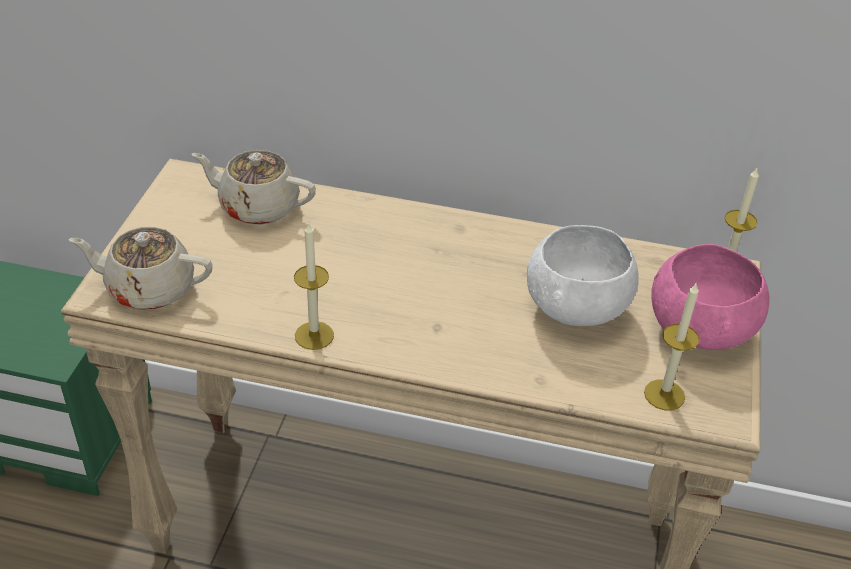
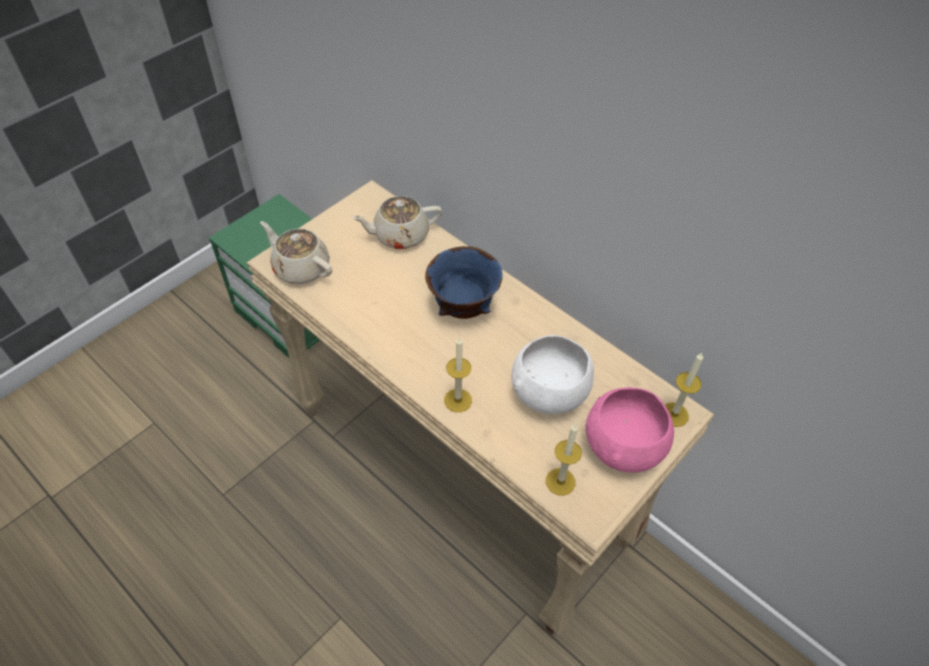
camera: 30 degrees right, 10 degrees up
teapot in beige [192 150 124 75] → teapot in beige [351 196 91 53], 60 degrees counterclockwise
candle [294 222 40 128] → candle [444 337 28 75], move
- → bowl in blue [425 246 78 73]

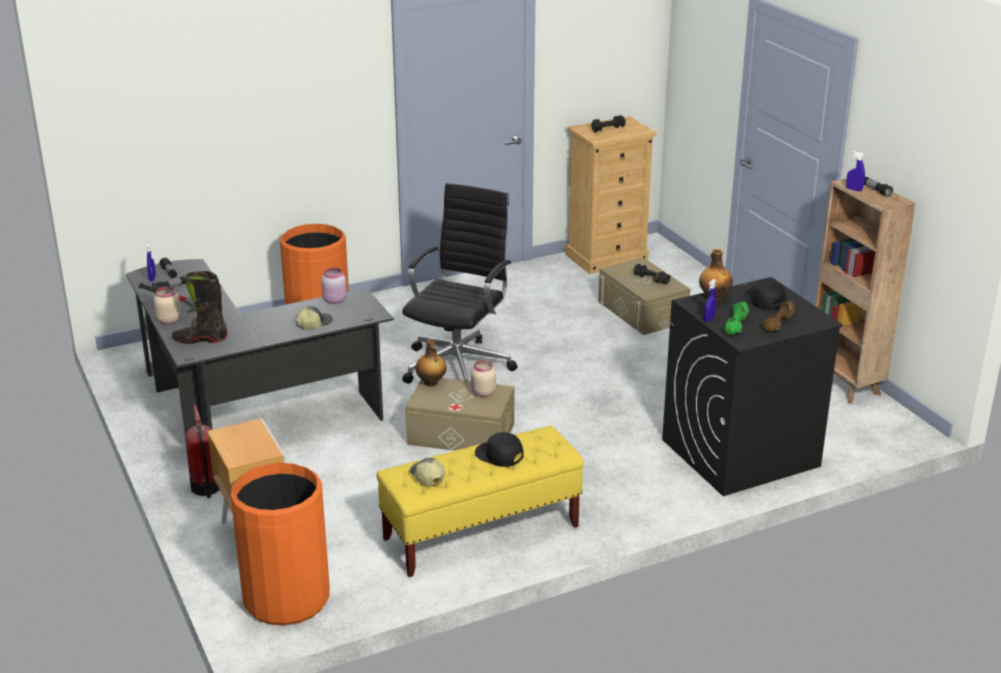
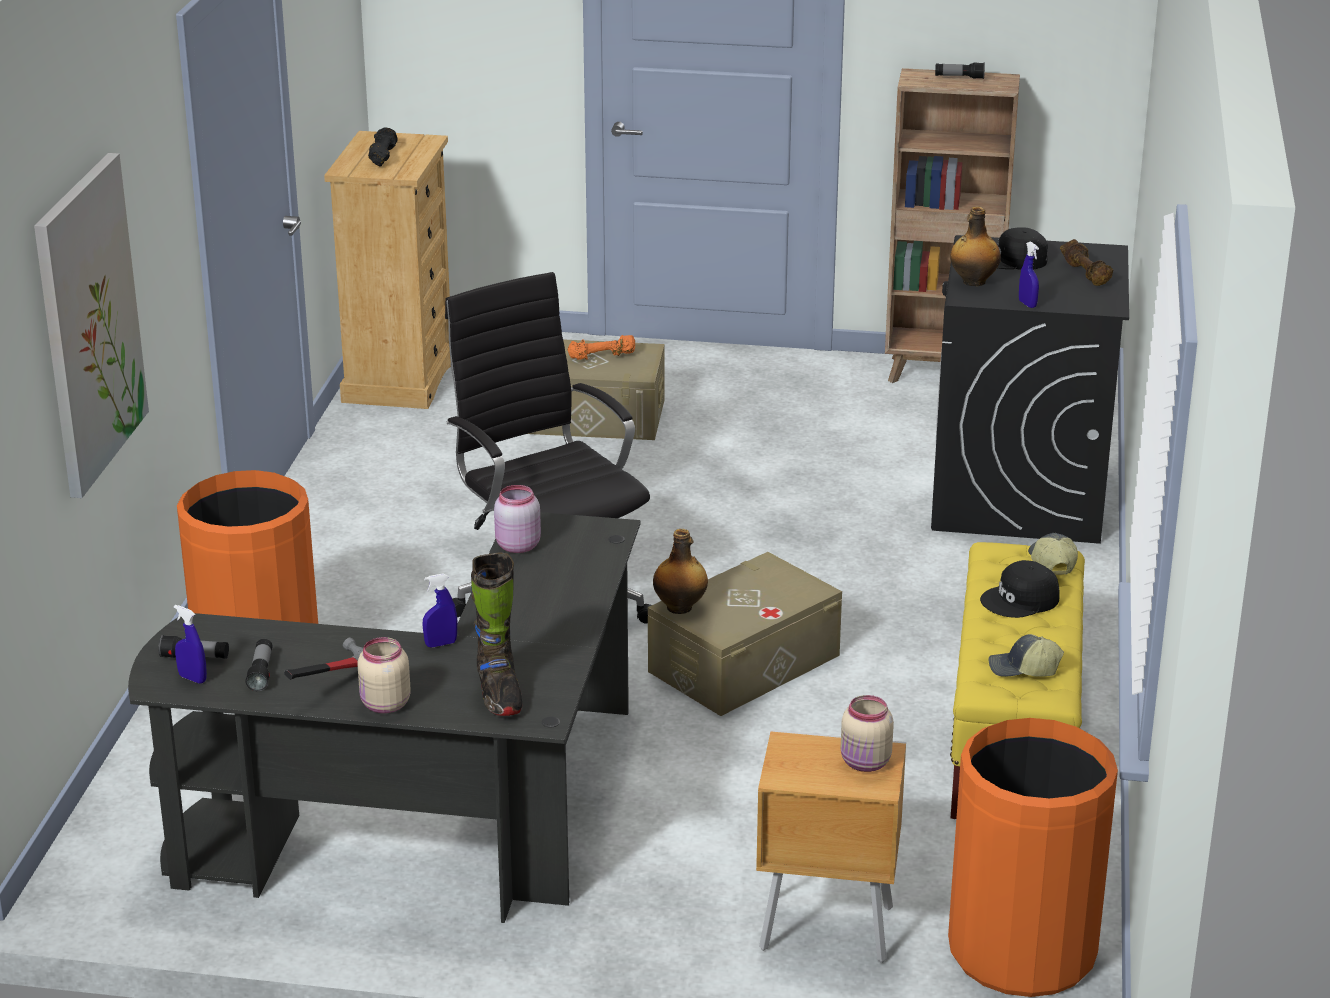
camera: 55 degrees left, 0 degrees up
spray bottle in blue [846 151 19 41] → spray bottle in blue [423 573 34 74], move
dumbbell in black [634 264 37 20] → dumbbell in orange [567 335 68 25]
boot in black [172 271 55 73] → boot in black [471 552 52 164], 45 degrees counterclockwise
dumbbell in green [724 301 25 34] → -
cap [295 306 38 24] → cap [1028 533 50 42], move
jar in beige [471 360 25 37] → jar in beige [841 695 53 77], move
fire extinguisher [185 404 35 94] → -
- → picture [34 153 115 345]

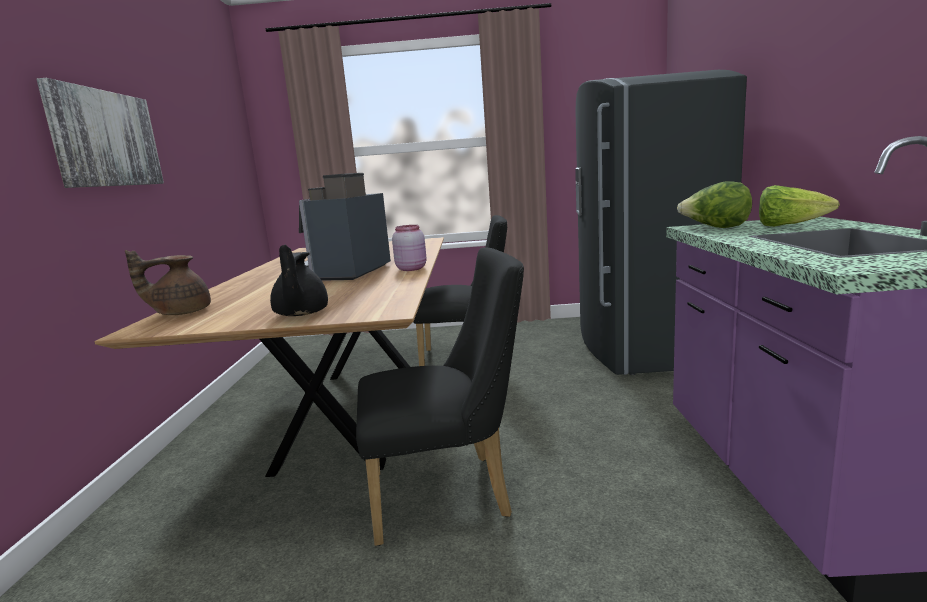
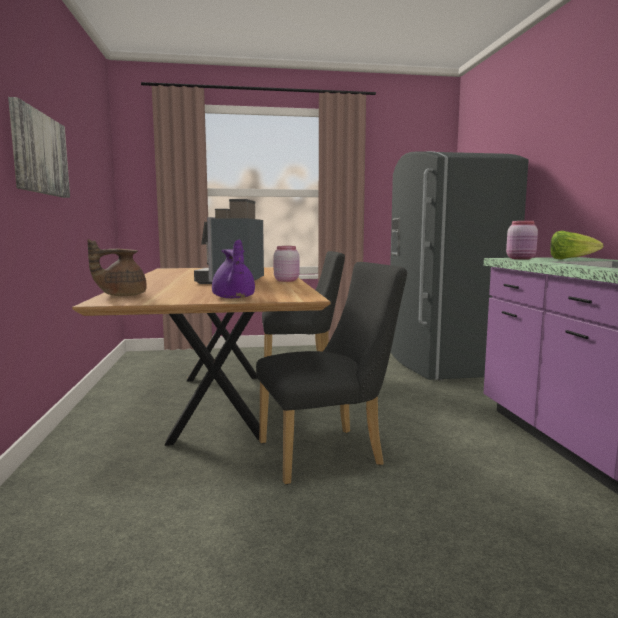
camera: 10 degrees left, 5 degrees down
lettuce [677 182 75 46] → jar in pink [506 221 32 38]
teapot in black [270 245 58 71] → teapot in purple [212 240 43 58]

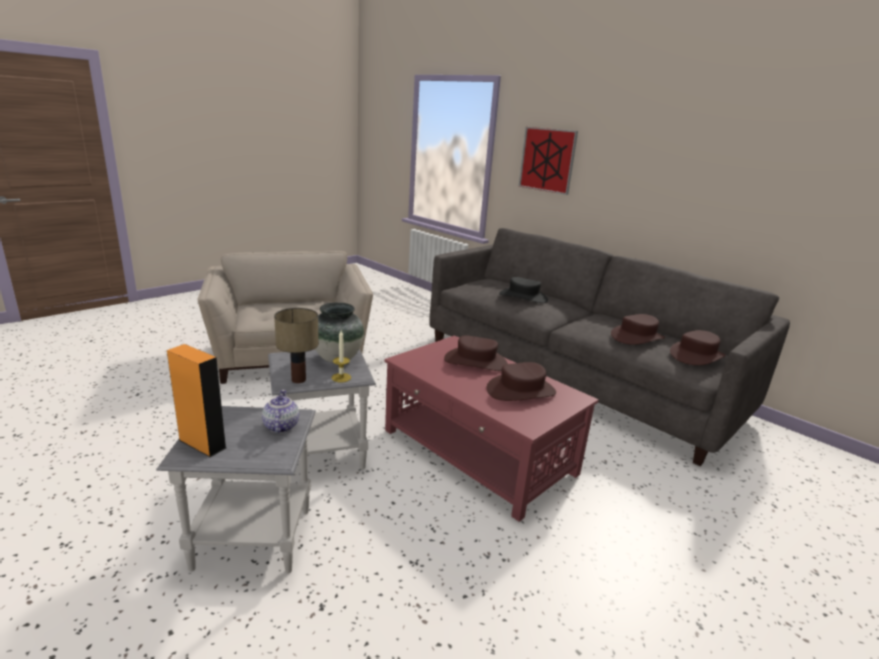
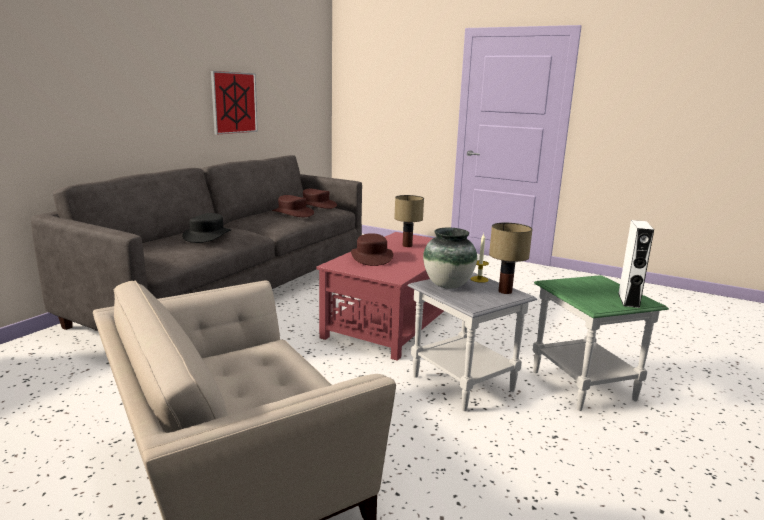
camera: 105 degrees left, 5 degrees down
picture [519 127 59 68] → picture [211 71 47 64], move
speaker in orange [167 344 59 113] → speaker in white [618 220 36 88]
hat in brown [487 362 69 39] → table lamp [394 195 30 52]
teapot [262 390 37 43] → -
side table in grey [156 406 160 167] → side table in green [533 275 136 136]

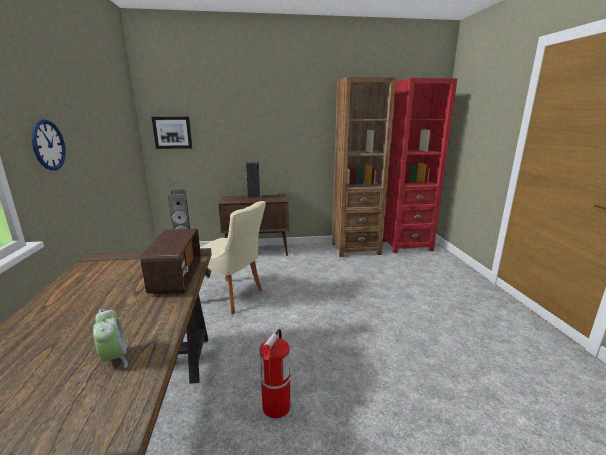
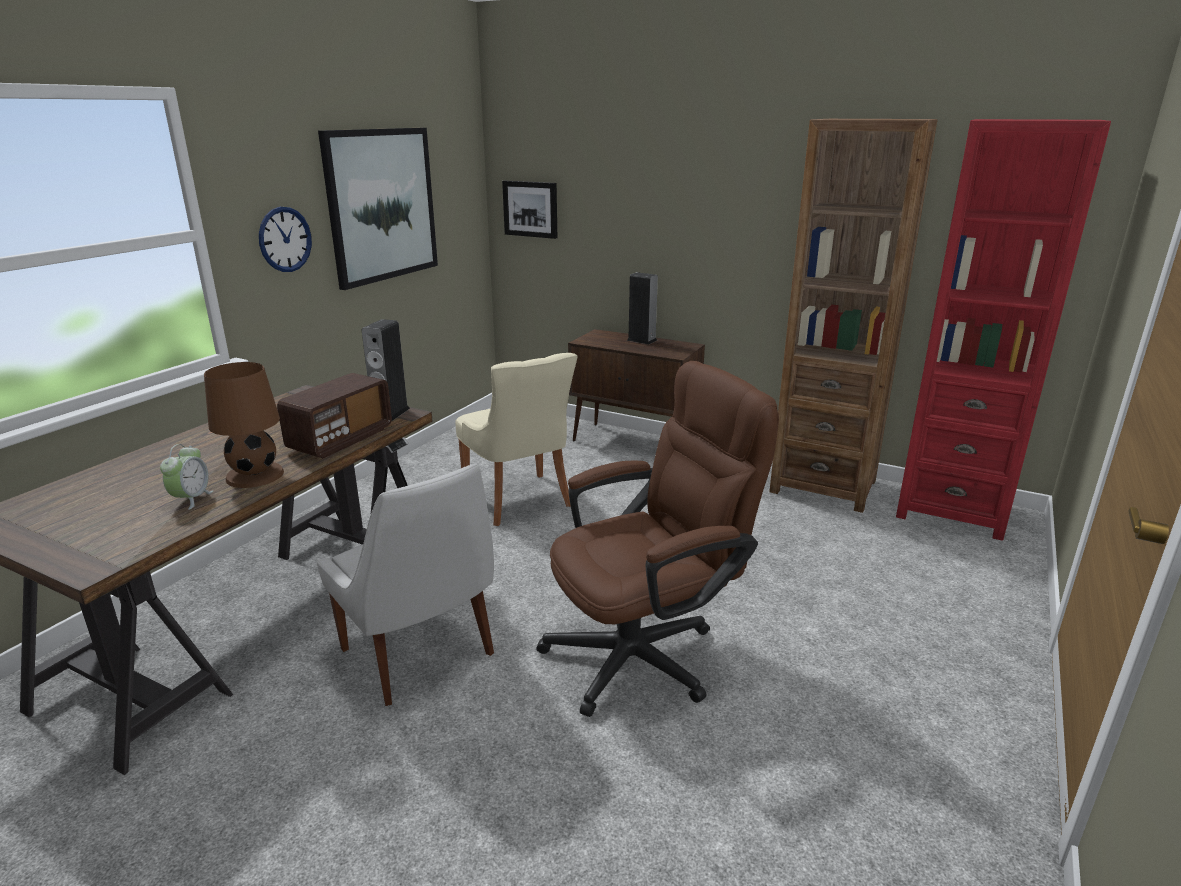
camera: 35 degrees right, 5 degrees up
fire extinguisher [260 329 30 89] → chair in white [317 464 177 242]
- → picture [318 128 120 162]
- → office chair in brown [536 361 243 356]
- → table lamp in brown [204 362 80 126]

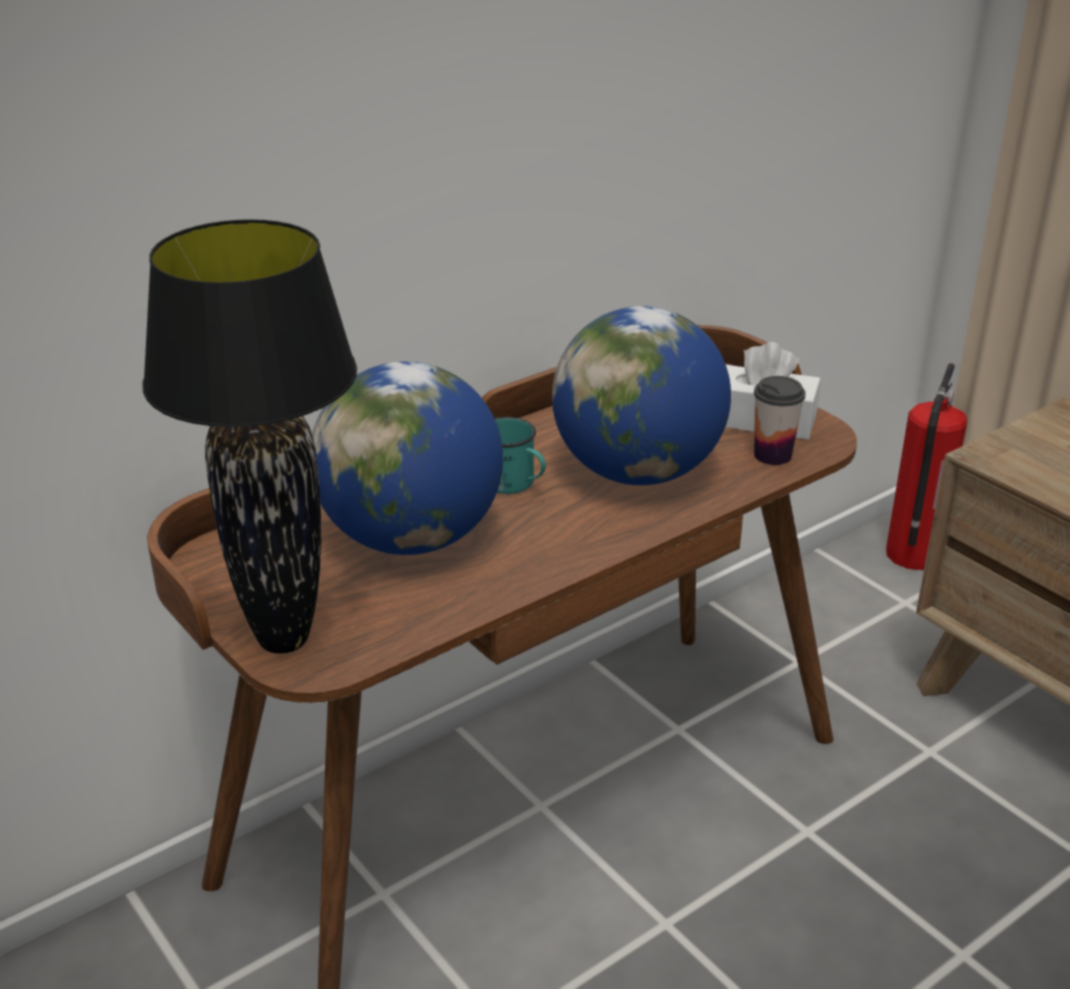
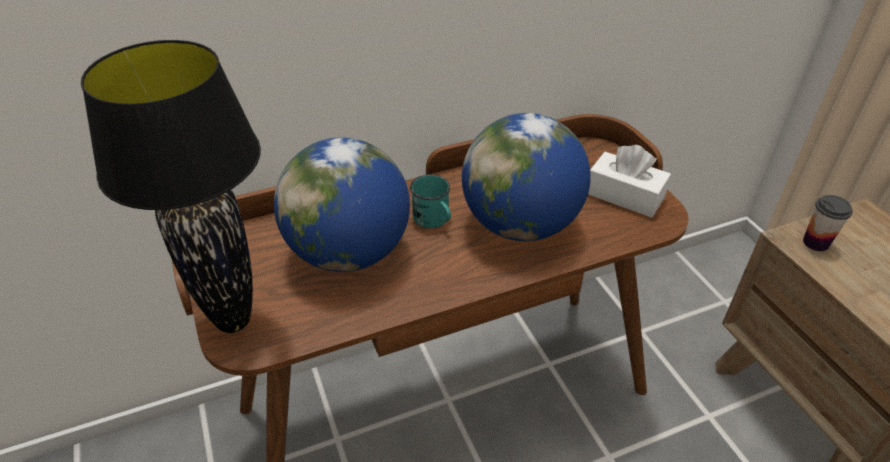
camera: 15 degrees right, 10 degrees up
fire extinguisher [886 363 81 207] → -
cup [754 376 52 89] → cup [803 195 50 56], move

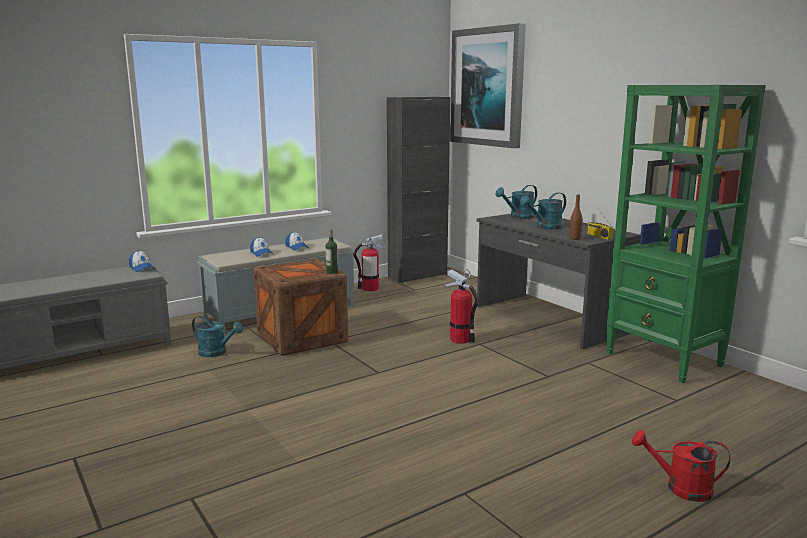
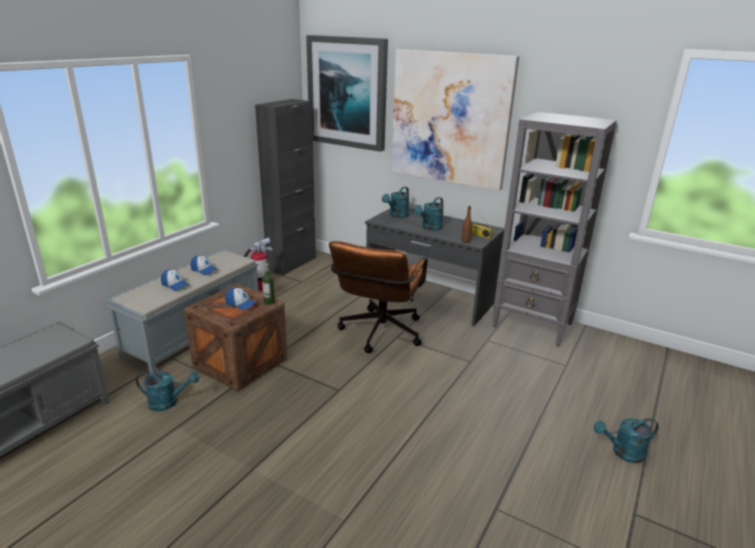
camera: 25 degrees left, 10 degrees up
bookcase in green [606 85 160 298] → bookcase in grey [492 112 125 235]
cap [129 250 26 22] → cap [225 288 32 22], move
fire extinguisher [445 269 34 75] → office chair in brown [329 241 99 112]
watering can in red [632 430 98 72] → watering can in turquoise [594 418 65 45]
- → picture [391 49 128 142]

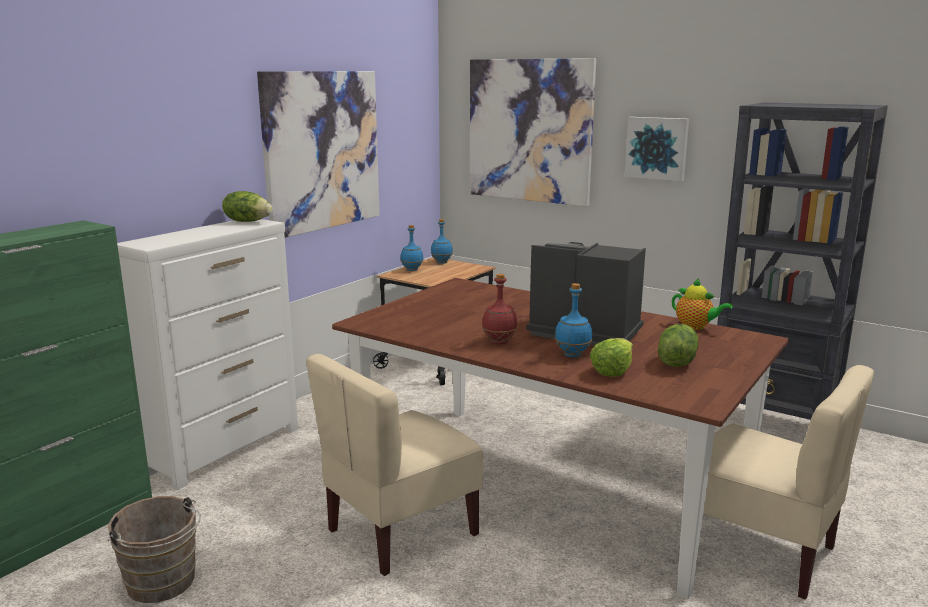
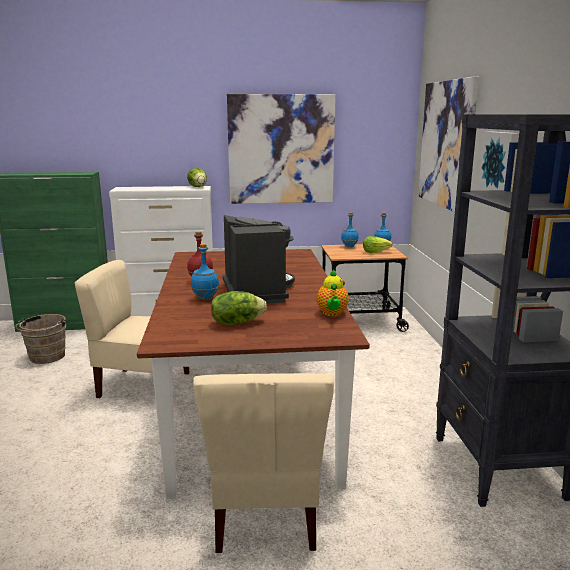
camera: 50 degrees right, 0 degrees up
lettuce [590 338 43 39] → lettuce [363 236 30 17], move

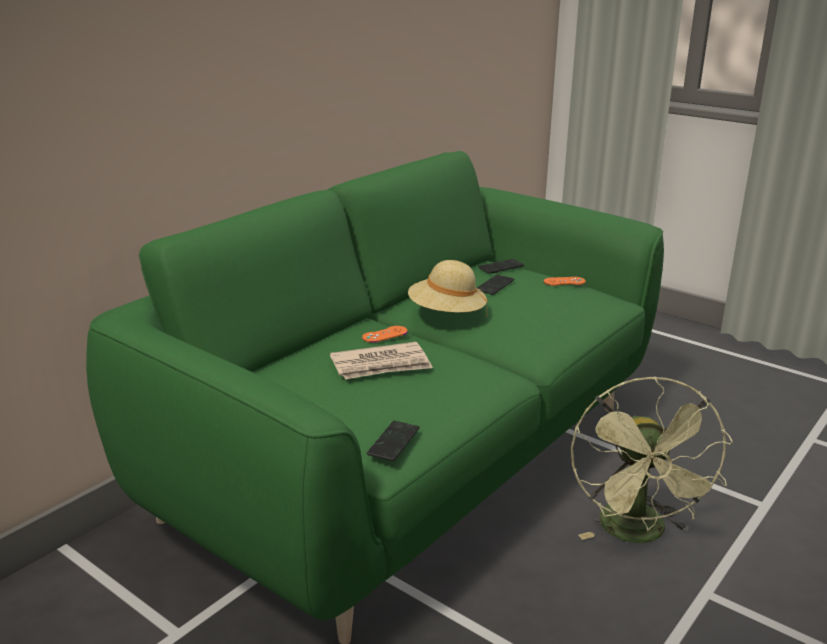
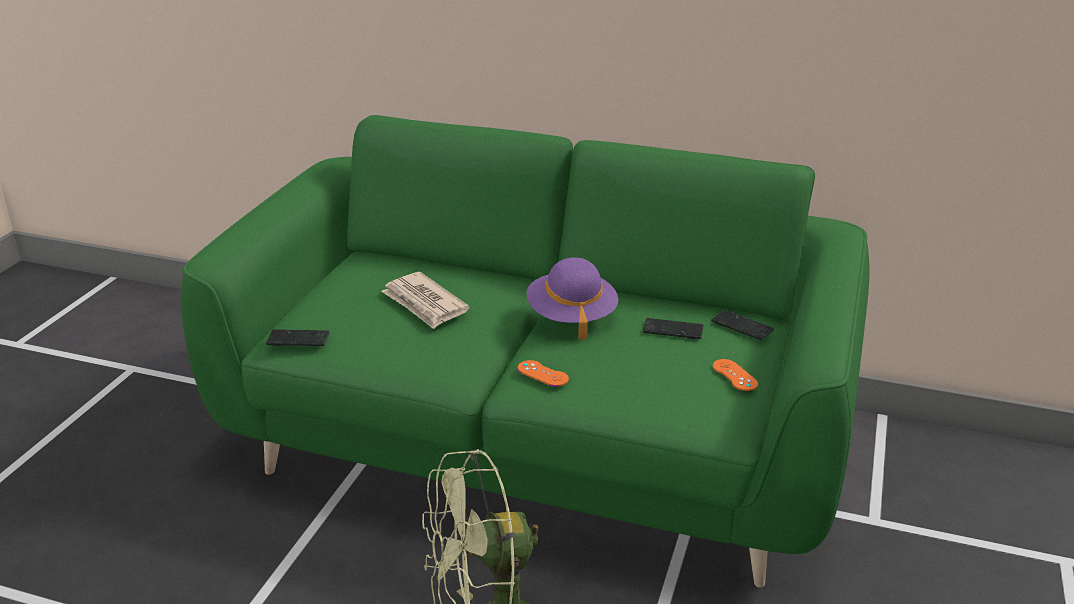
camera: 70 degrees right, 5 degrees up
hat in beige [408 260 80 57] → hat in purple [527 257 91 83]
game controller in orange [362 326 45 17] → game controller in orange [518 360 51 27], move

